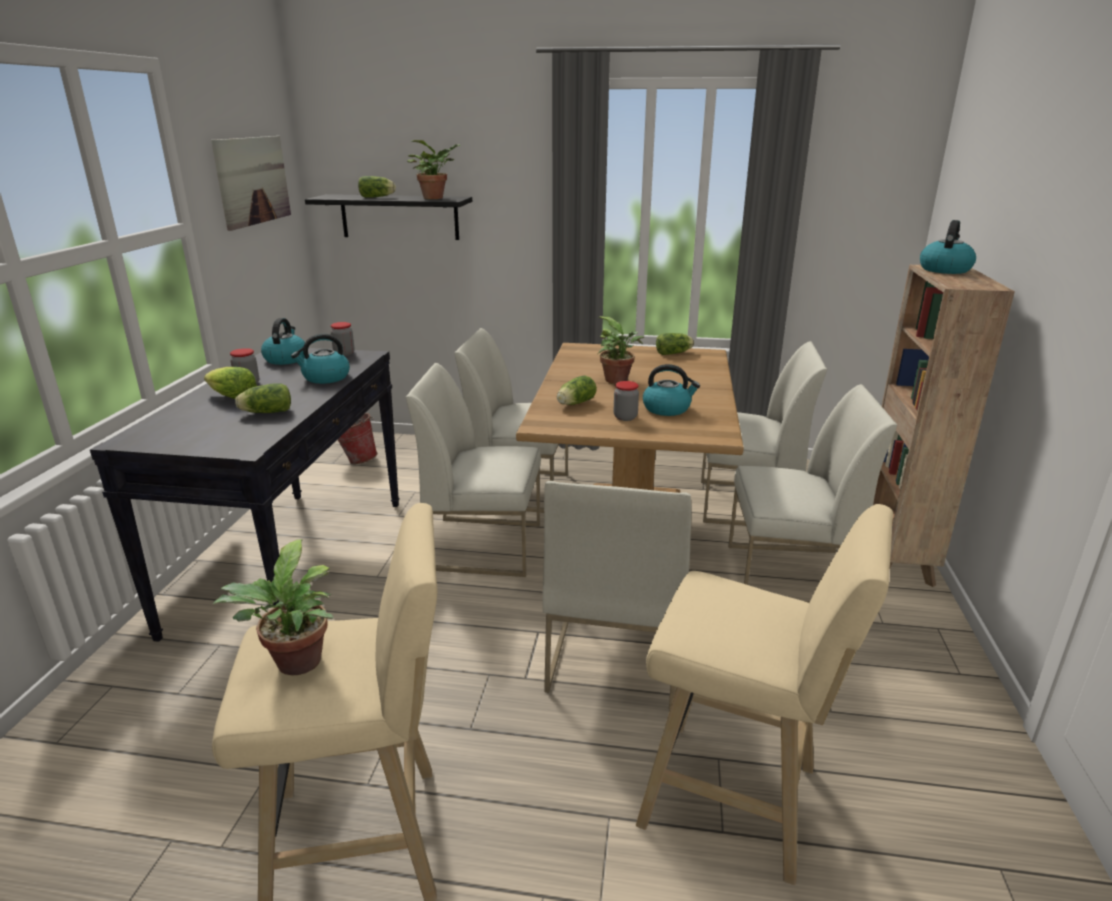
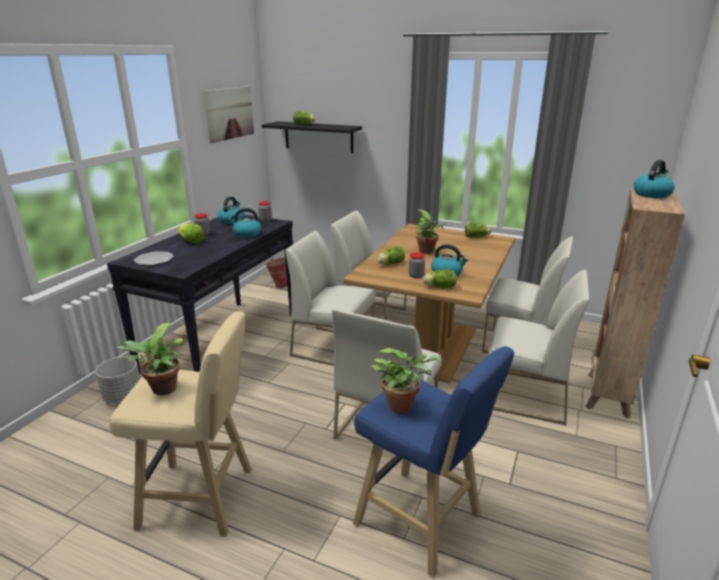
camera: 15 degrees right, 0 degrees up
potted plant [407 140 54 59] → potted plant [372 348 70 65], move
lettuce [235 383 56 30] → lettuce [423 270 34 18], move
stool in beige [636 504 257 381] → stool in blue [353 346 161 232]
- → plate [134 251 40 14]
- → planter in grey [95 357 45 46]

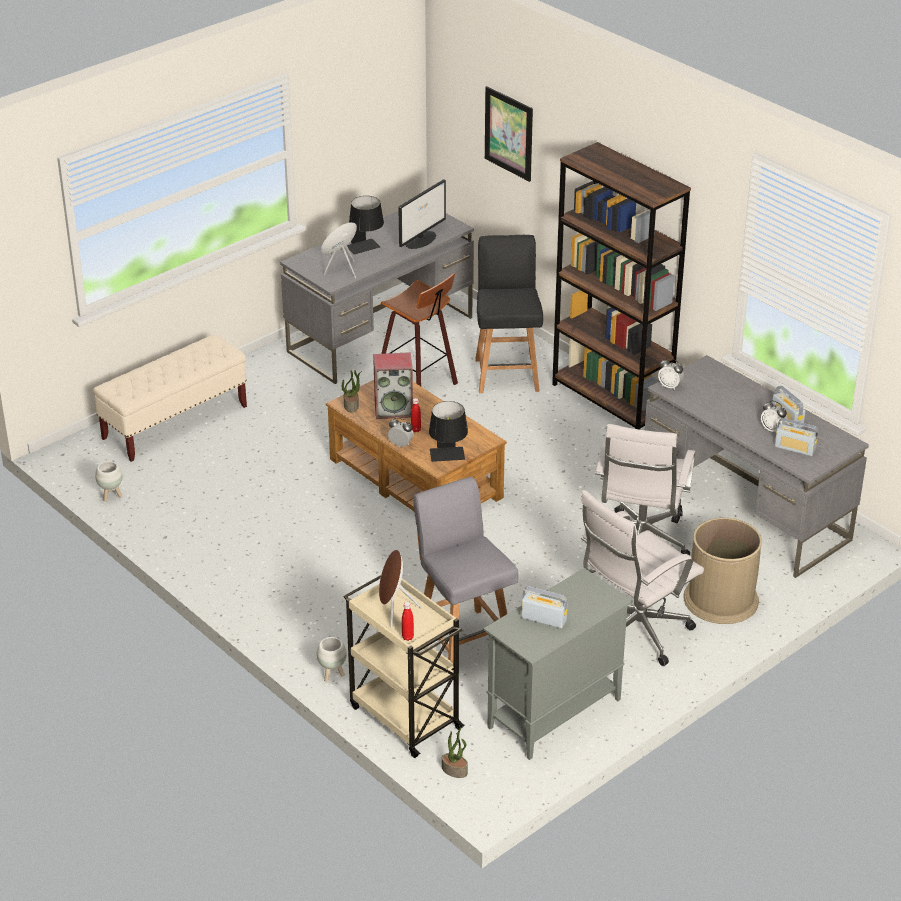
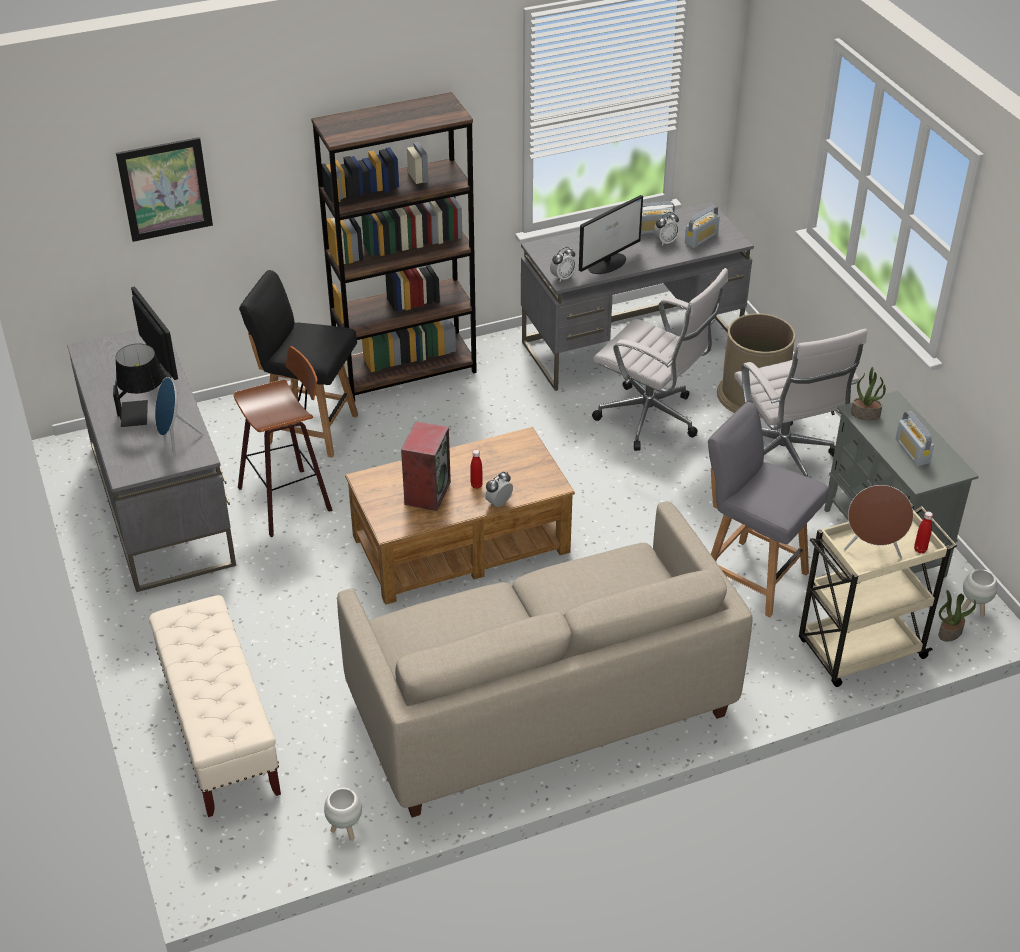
camera: 70 degrees left, 5 degrees up
potted plant [342 370 20 43] → potted plant [851 367 35 53], move
table lamp in black [429 401 39 61] → -
chair in grey [413 477 105 186] → chair in grey [708 402 121 215], 45 degrees clockwise
radio [521 586 46 42] → radio [896 411 38 55], 60 degrees counterclockwise
planter in white [317 637 30 45] → planter in white [961 569 36 48], move
- → monitor [579 195 64 79]
- → sofa in beige [337 501 416 316]

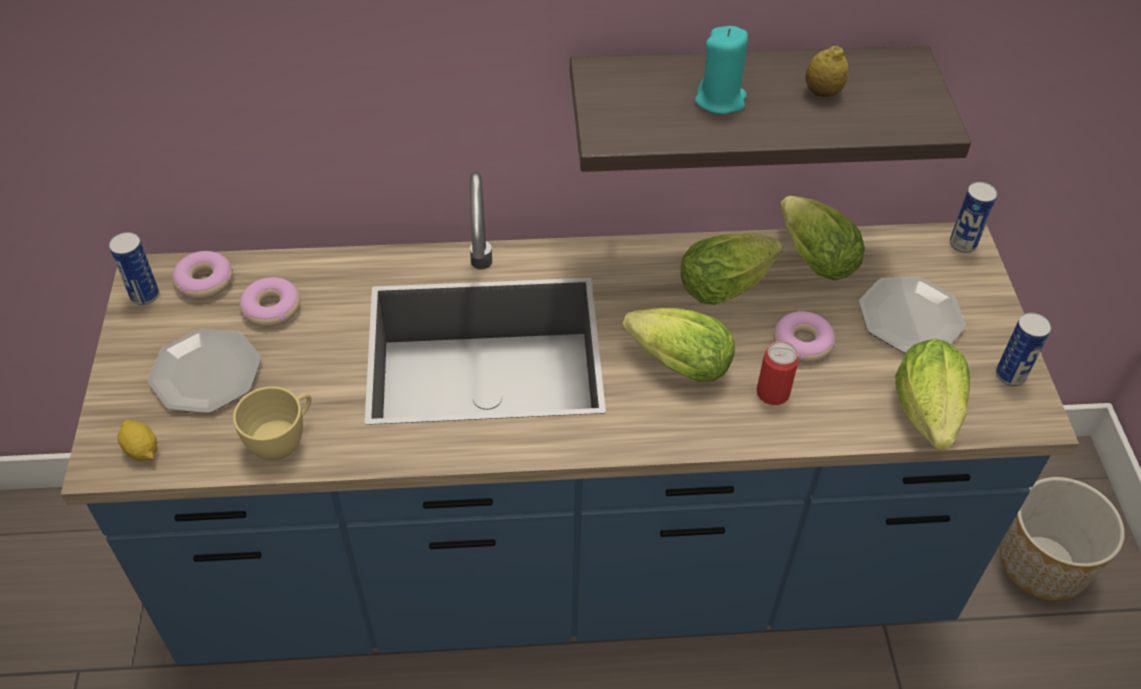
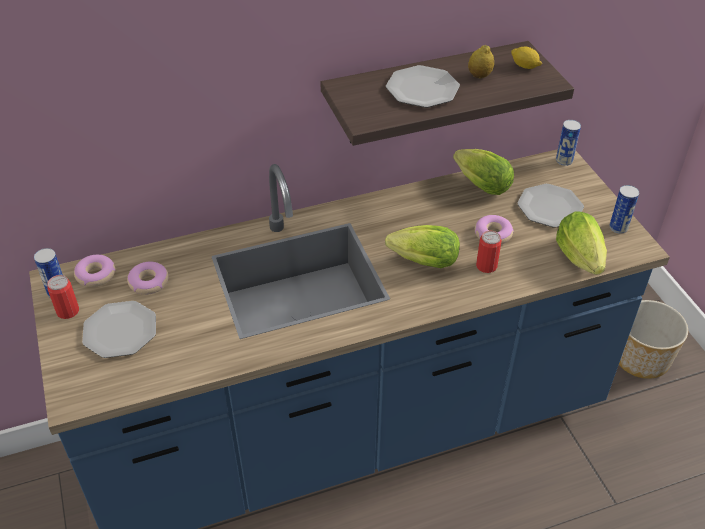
camera: 15 degrees left, 5 degrees down
candle in turquoise [695 26 53 88] → plate [386 65 74 43]
lettuce [680 233 103 72] → -
cup in yellow [233 387 78 74] → -
lemon [118 420 39 41] → lemon [511 47 31 22], move
- → can [47 275 32 44]

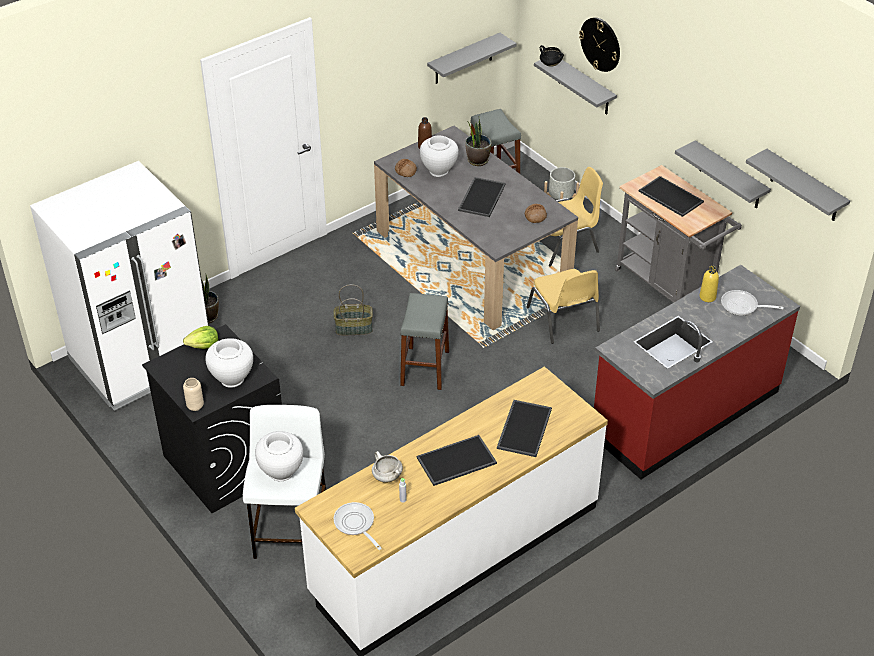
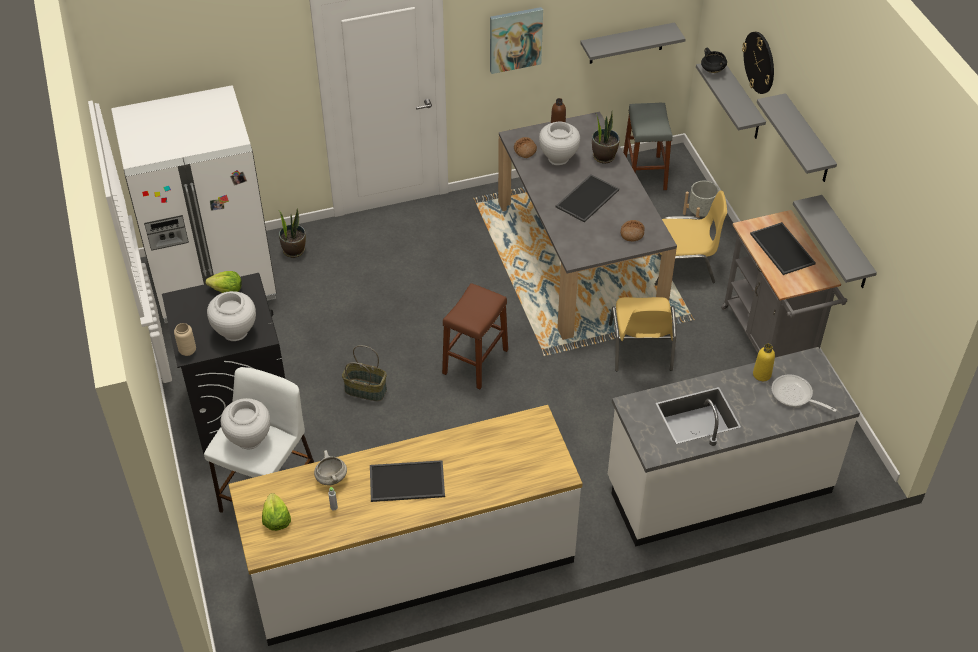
camera: 20 degrees right, 5 degrees up
shelf in grey [746 149 104 72] → shelf in grey [757 93 80 89], move
counter in red [594 265 206 214] → counter in white [608 347 252 200]
basket [334 284 39 51] → basket [342 345 45 56], move
stool in grey [400 293 49 97] → stool in brown [442 283 66 106]
tray [497 400 55 57] → -
frying pan [334 502 48 48] → lettuce [262 493 29 38]
- → picture [490 7 53 67]

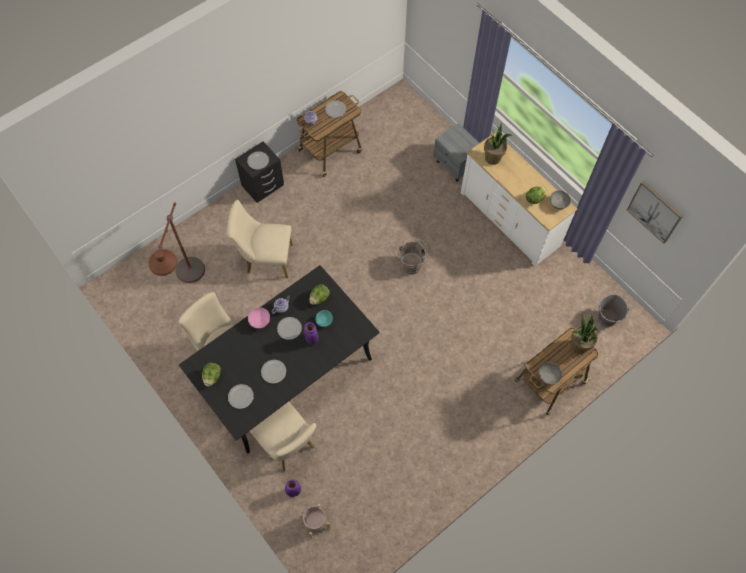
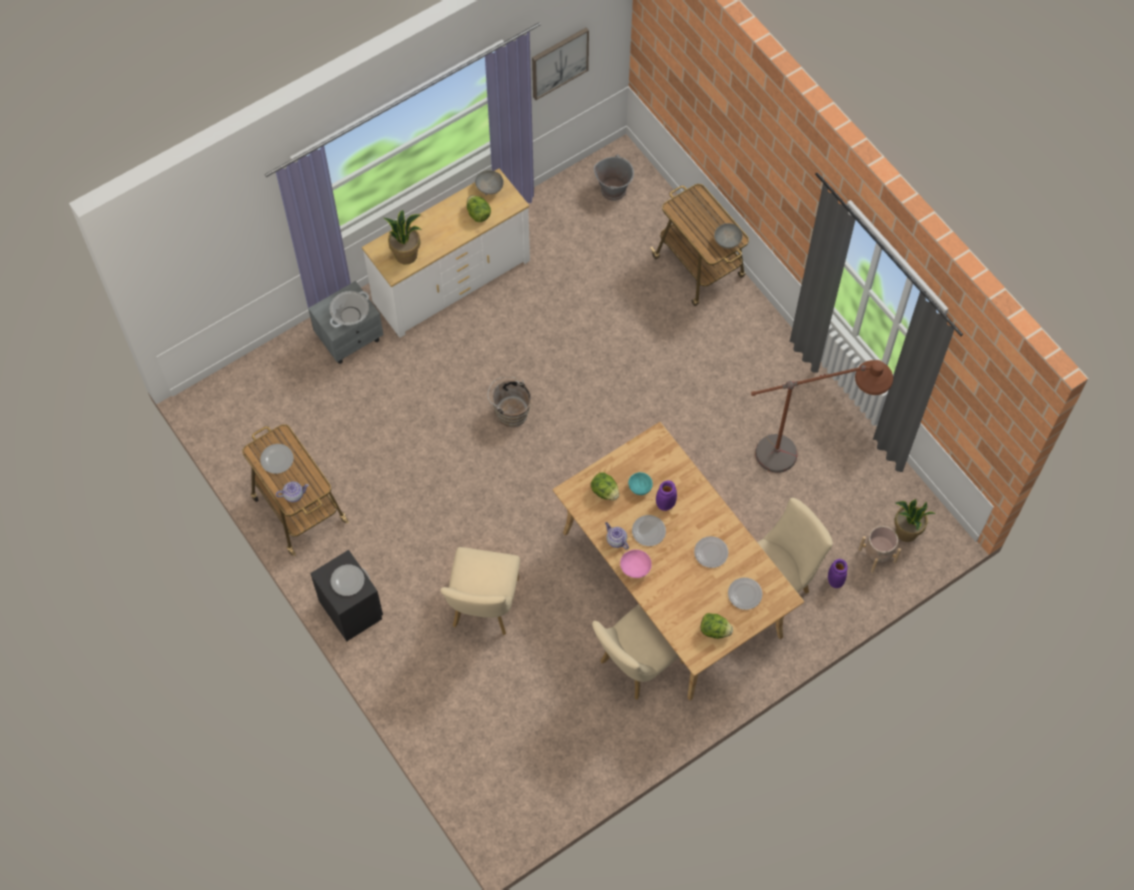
camera: 85 degrees left, 0 degrees up
floor lamp in brown [149 203 56 80] → floor lamp in brown [751 360 142 113], move
dining table in black [179 265 200 189] → dining table in beige [553 422 251 279]
potted plant [571 314 27 40] → potted plant [894 499 42 43], move
- → cooking pot [330 291 39 36]

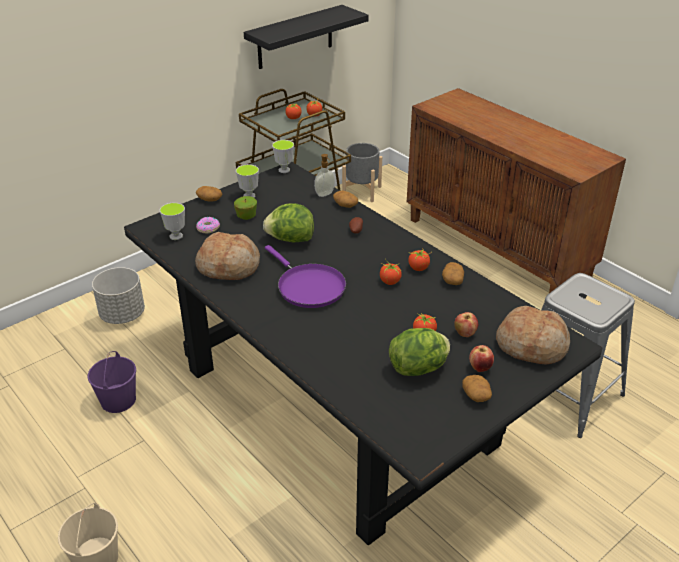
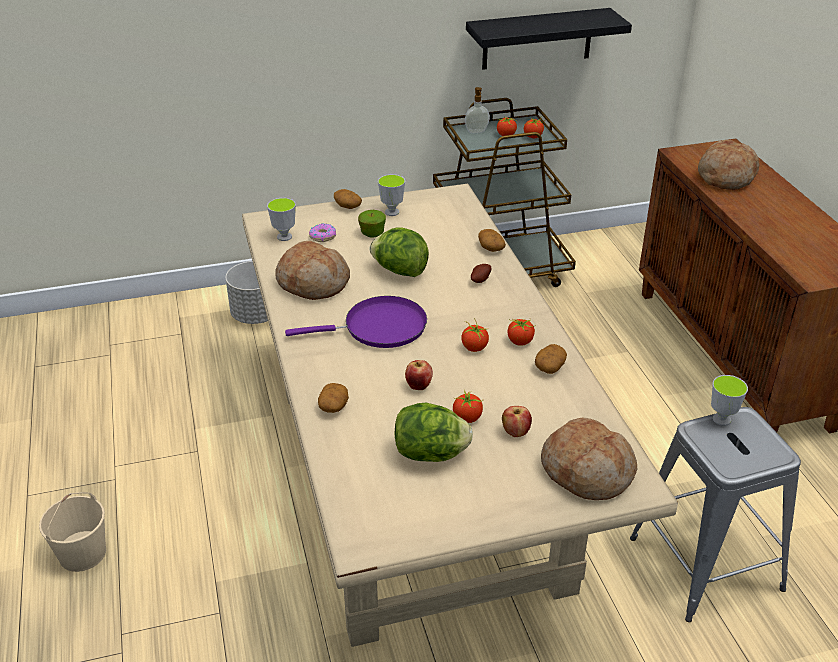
camera: 25 degrees right, 0 degrees up
cup [272 140 22 33] → cup [711 375 37 51], move
planter in grey [342 143 40 59] → -
soap dispenser [314 154 21 43] → soap dispenser [465 87 24 46], move
dining table in black [124 162 479 383] → dining table in beige [242 184 436 463]
frying pan in purple [265 245 81 63] → frying pan in purple [285 296 142 52], 90 degrees counterclockwise
apple [469 345 25 27] → apple [405 360 28 30], move
bucket in purple [87 351 49 62] → -
potato [462 375 30 27] → potato [318 383 31 30], move
- → bread [698 140 62 50]

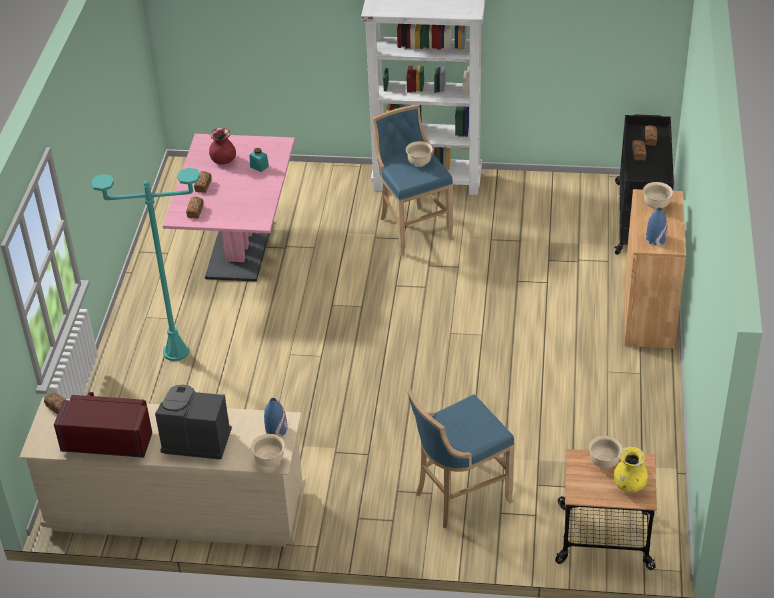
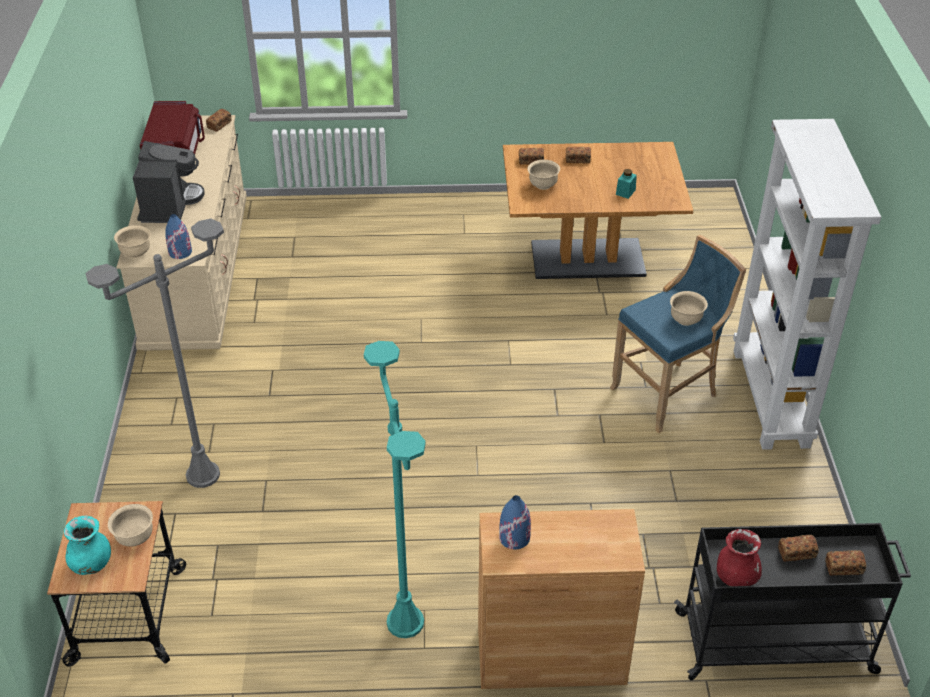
camera: 80 degrees right, 0 degrees up
vase in red [209 128 27 37] → vase in red [717 529 45 57], move
dining table in pink [163 134 132 148] → dining table in brown [503 142 190 137]
floor lamp in turquoise [91 168 109 193] → floor lamp in turquoise [364 341 62 297], move
bowl in beige [643 182 30 27] → bowl in beige [527 160 33 30], move
stool in blue [407 389 108 140] → floor lamp in grey [85 219 139 269]
vase in yellow [613 446 35 47] → vase in turquoise [64 515 47 60]

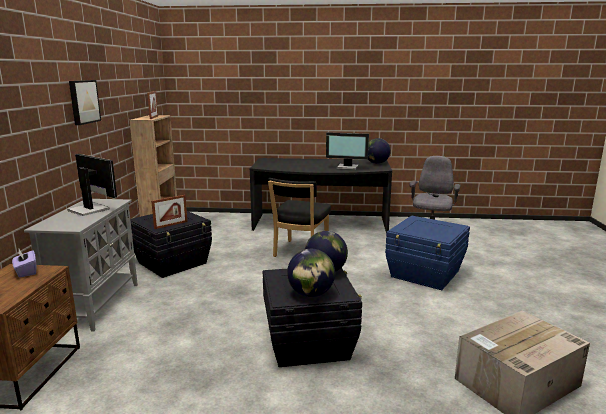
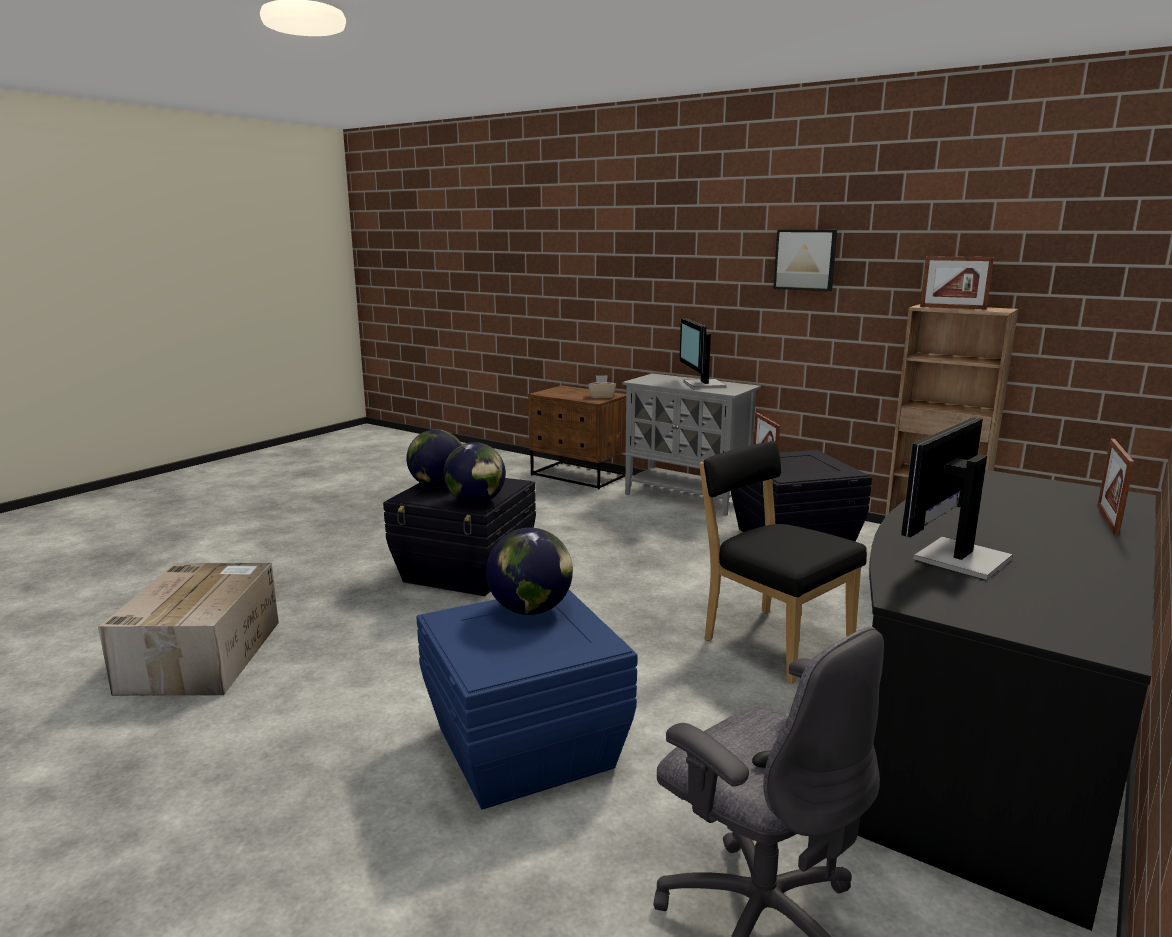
camera: 120 degrees right, 0 degrees up
globe [368 138 23 26] → globe [486 528 87 87], move
monitor [67 154 50 62] → monitor [679 318 48 71], 105 degrees clockwise
tissue box in purple [12 249 24 28] → tissue box in beige [588 375 28 23]
- → picture frame [1097 438 37 98]

